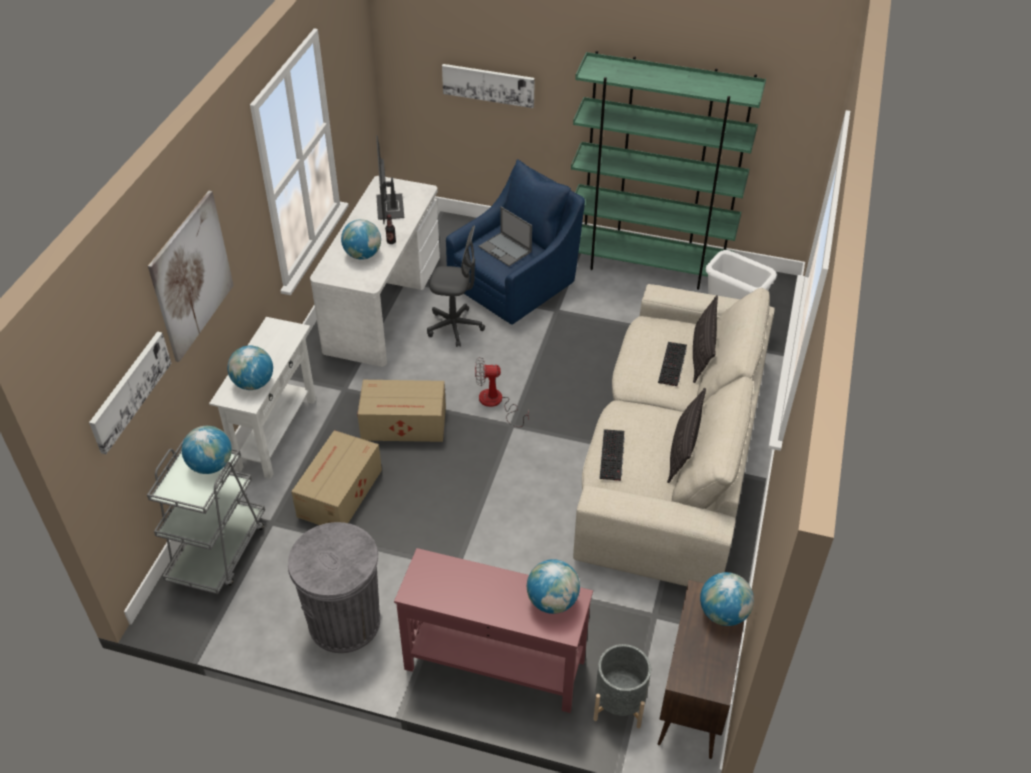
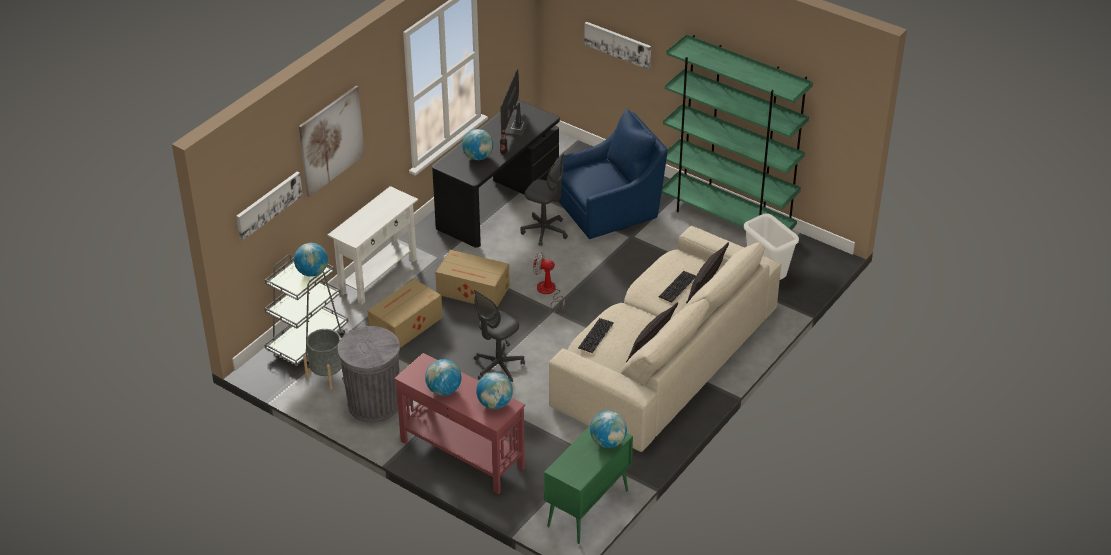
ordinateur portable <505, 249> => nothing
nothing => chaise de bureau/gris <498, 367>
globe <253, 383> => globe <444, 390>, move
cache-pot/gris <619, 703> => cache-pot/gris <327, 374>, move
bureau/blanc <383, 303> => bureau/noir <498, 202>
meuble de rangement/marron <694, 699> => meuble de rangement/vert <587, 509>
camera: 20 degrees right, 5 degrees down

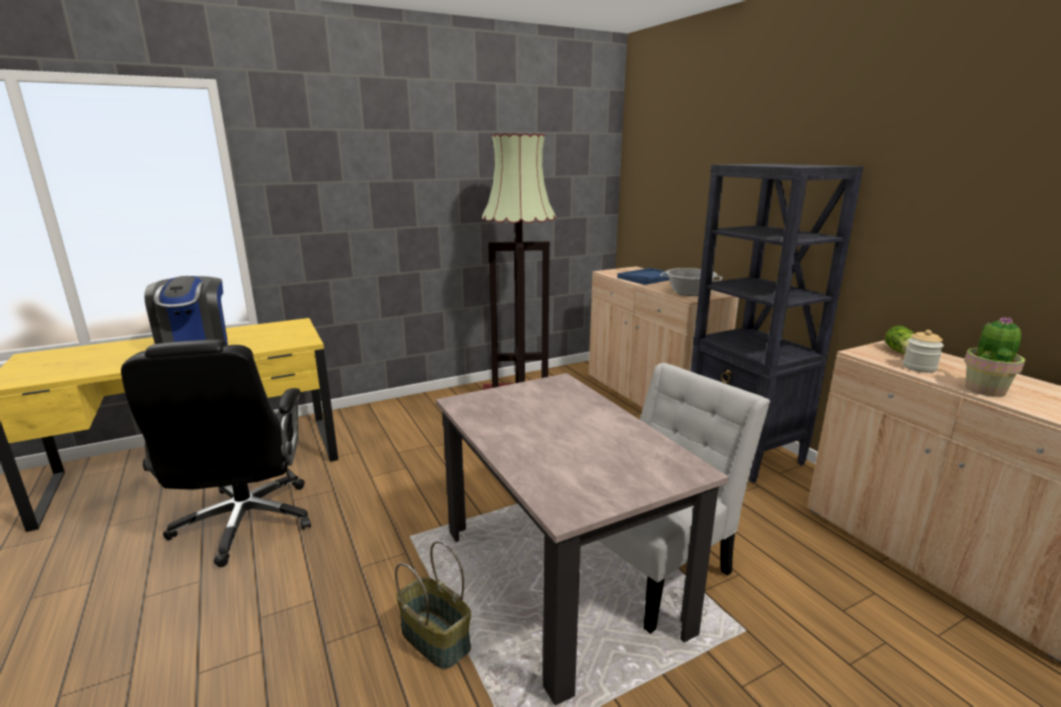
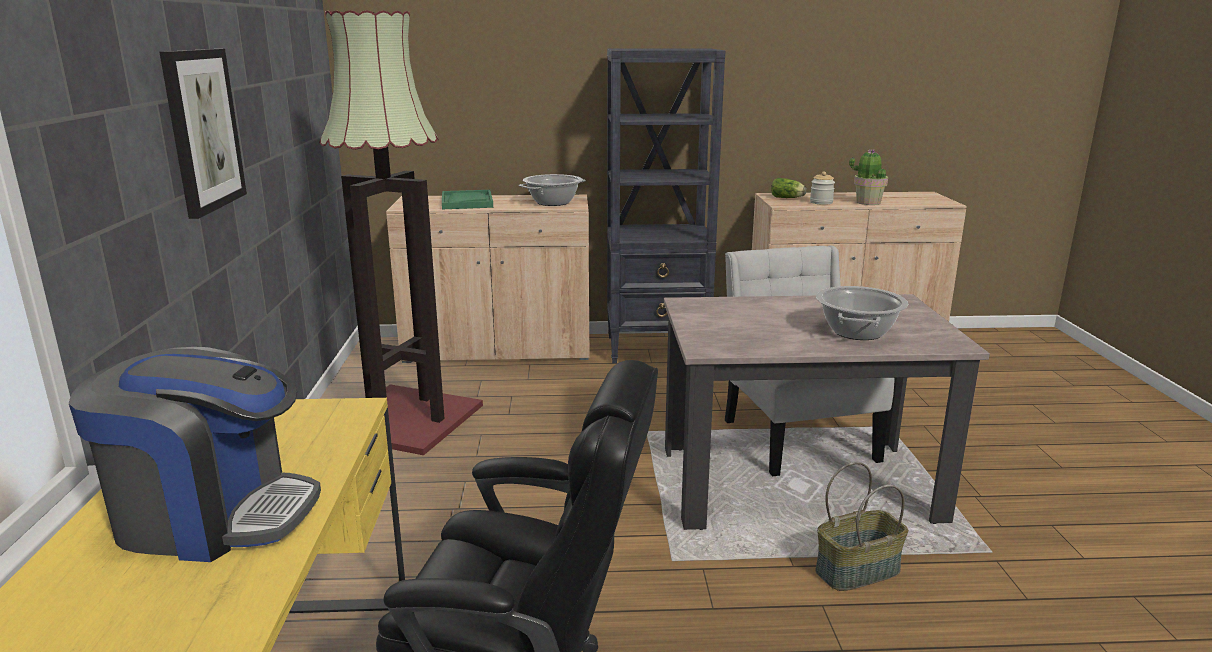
nothing => tableau <202, 130>
nothing => marmite <857, 332>
plateau/bleu <647, 278> => plateau/vert <467, 202>
camera: 65 degrees left, 0 degrees up

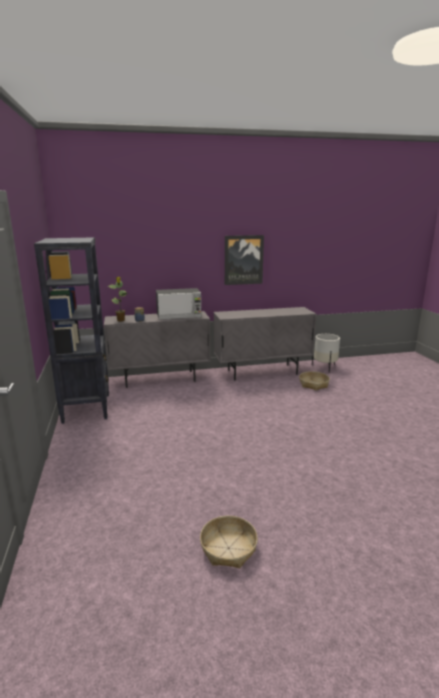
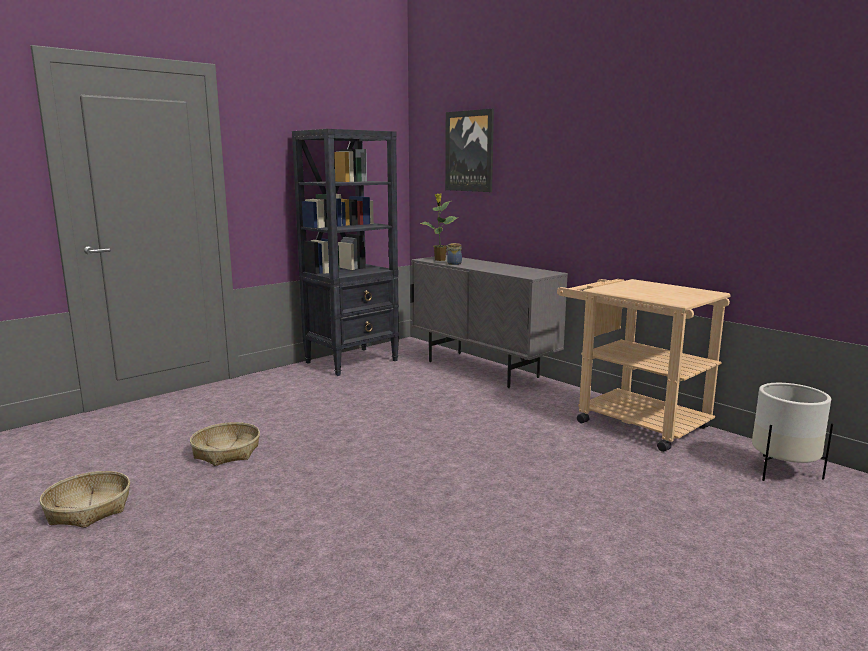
micro-ondes <179, 316> => nothing
tableau <243, 260> => tableau <470, 151>, move
panier <313, 384> => panier <227, 452>, move
meuble de rangement/gris <262, 372> => chariot/beige <631, 421>
camera: 60 degrees right, 5 degrees down

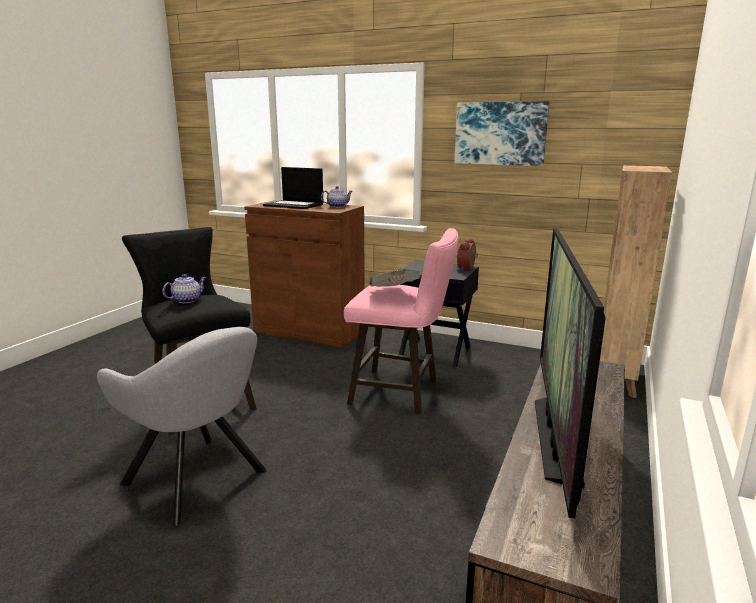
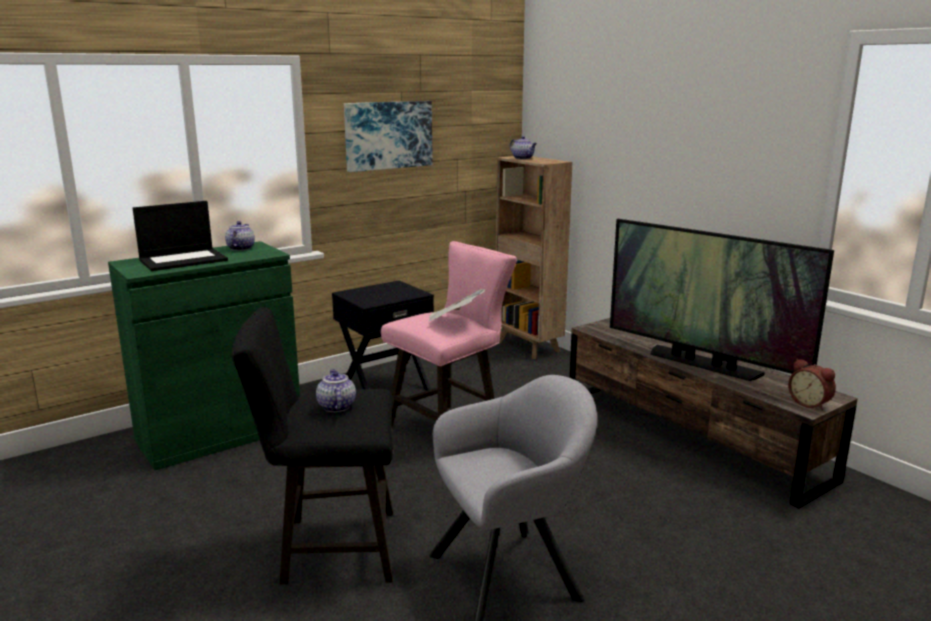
nothing => théière <523, 158>
réveil <467, 268> => réveil <810, 403>, move
meuble de rangement/marron <309, 331> => meuble de rangement/vert <220, 434>
camera: 60 degrees left, 0 degrees up

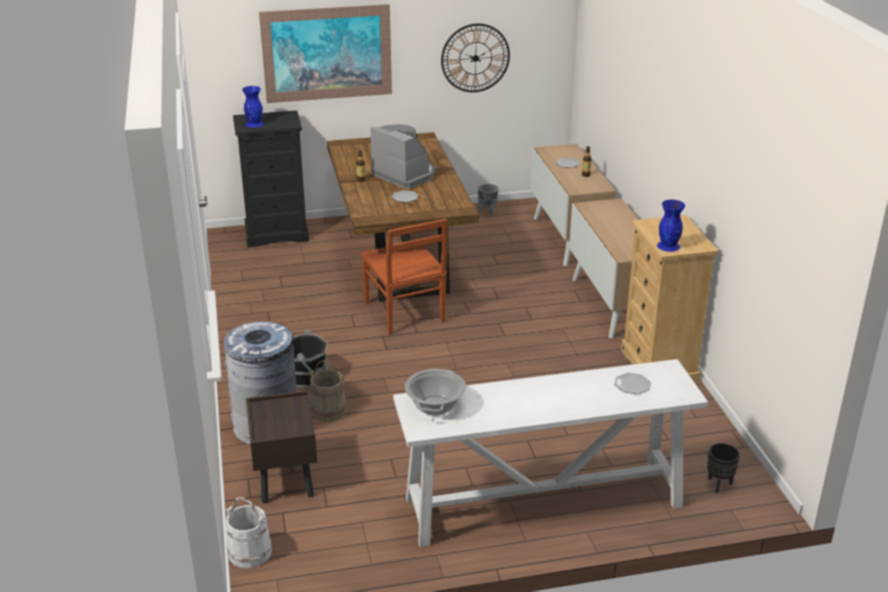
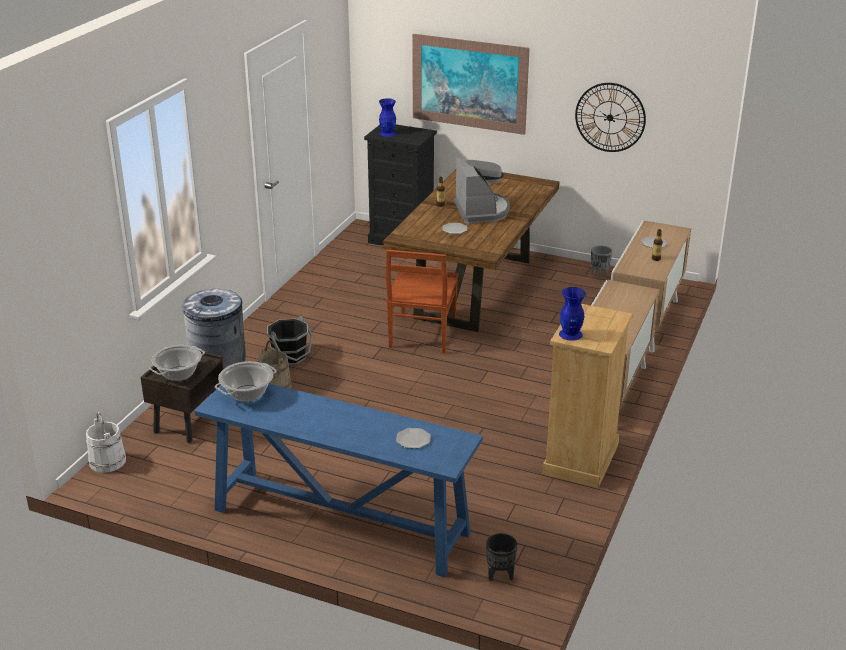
nothing => marmite <178, 374>
table console/blanc <542, 503> => table console/bleu <339, 521>
camera: 35 degrees right, 0 degrees up

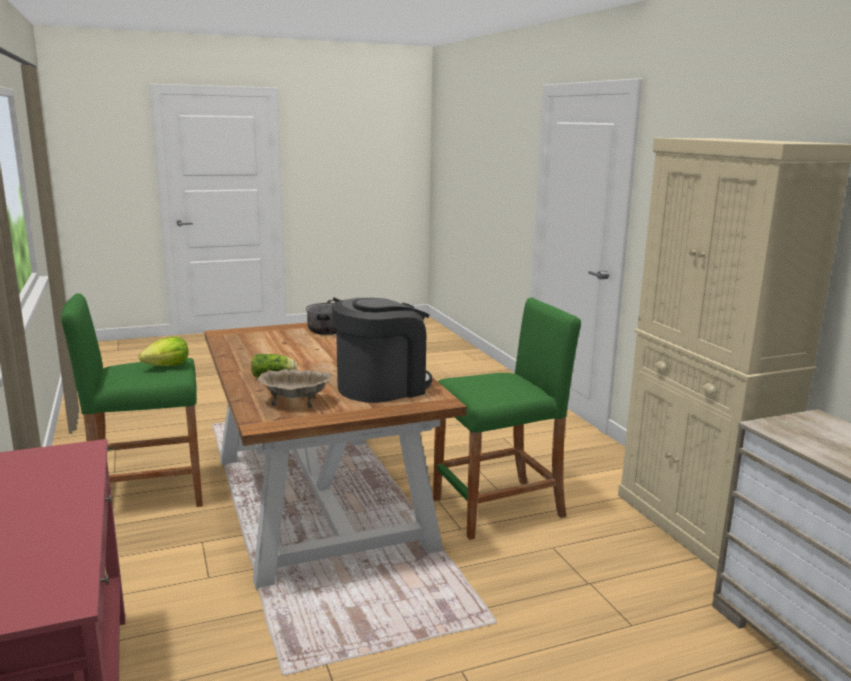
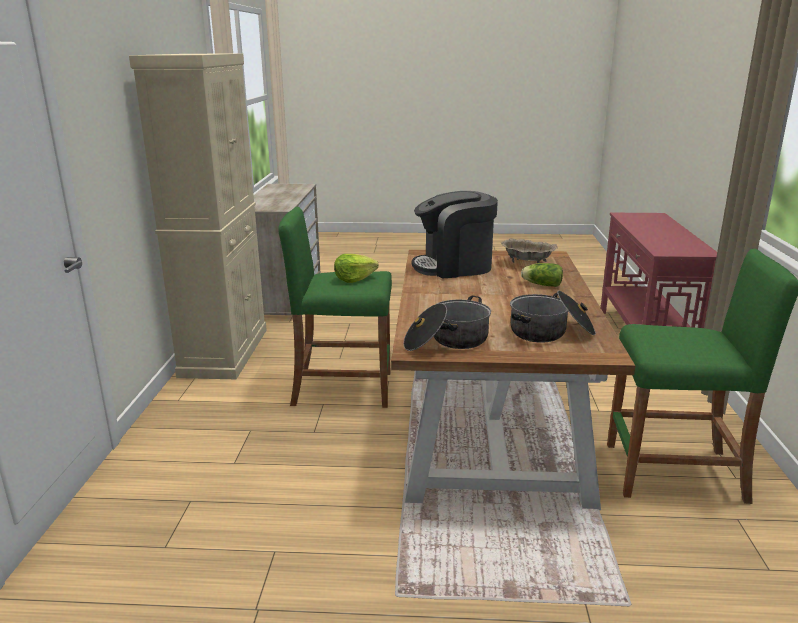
nothing => marmite <551, 332>
laitue <167, 366> => laitue <354, 279>, move
camera: 155 degrees left, 5 degrees up

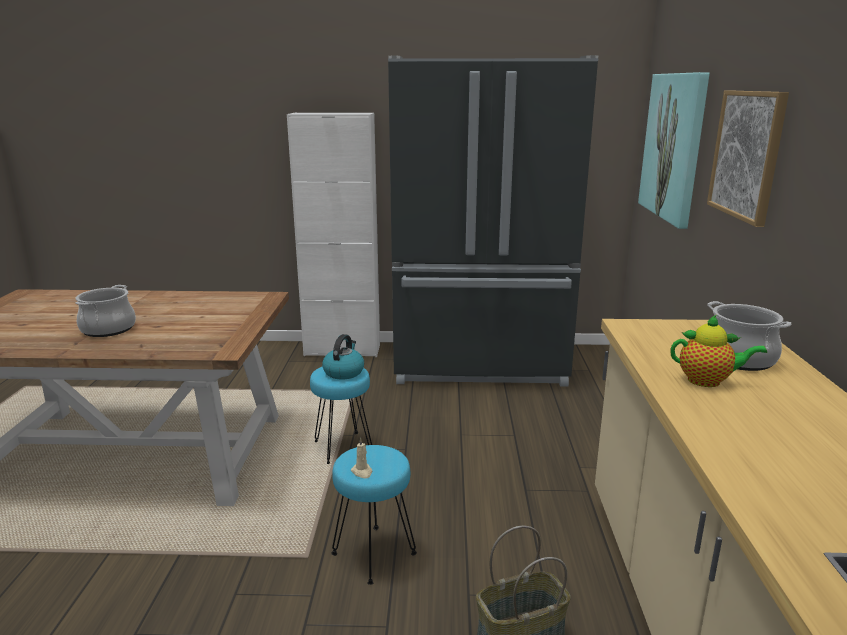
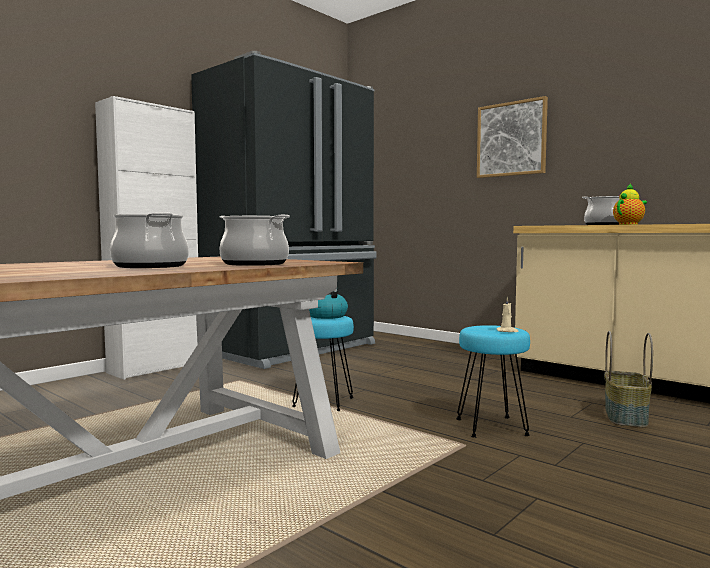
tableau <674, 146> => nothing
nothing => marmite <254, 264>
camera: 50 degrees left, 15 degrees down

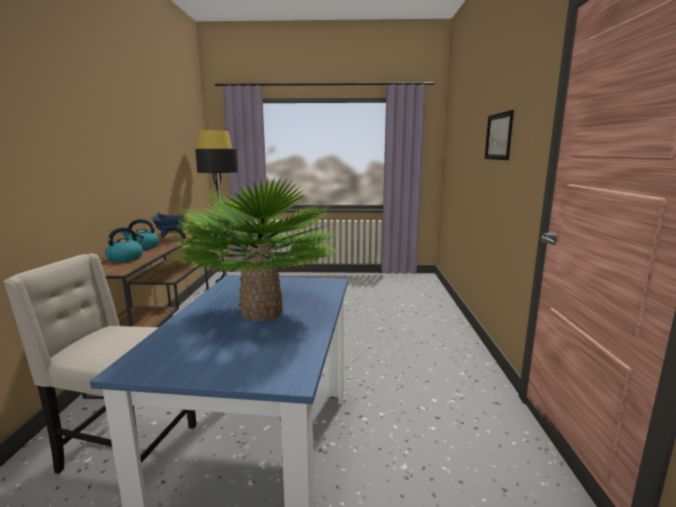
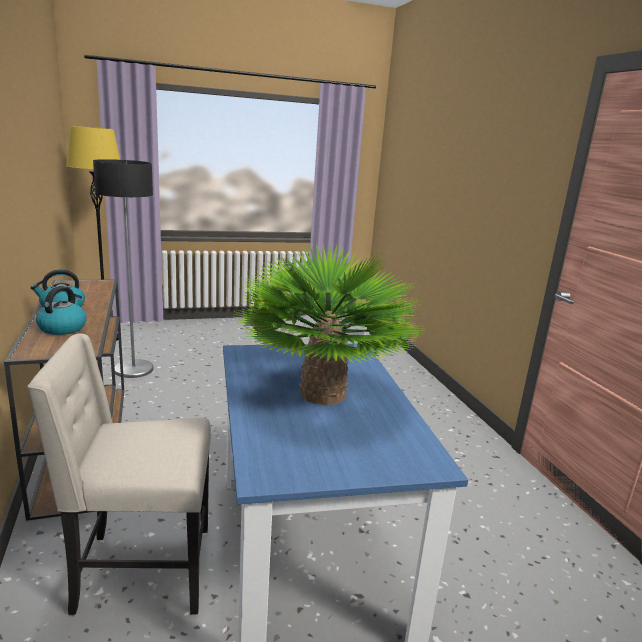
marmite/bleu <171, 239> => nothing
tableau <498, 136> => nothing
camera: 20 degrees left, 5 degrees up

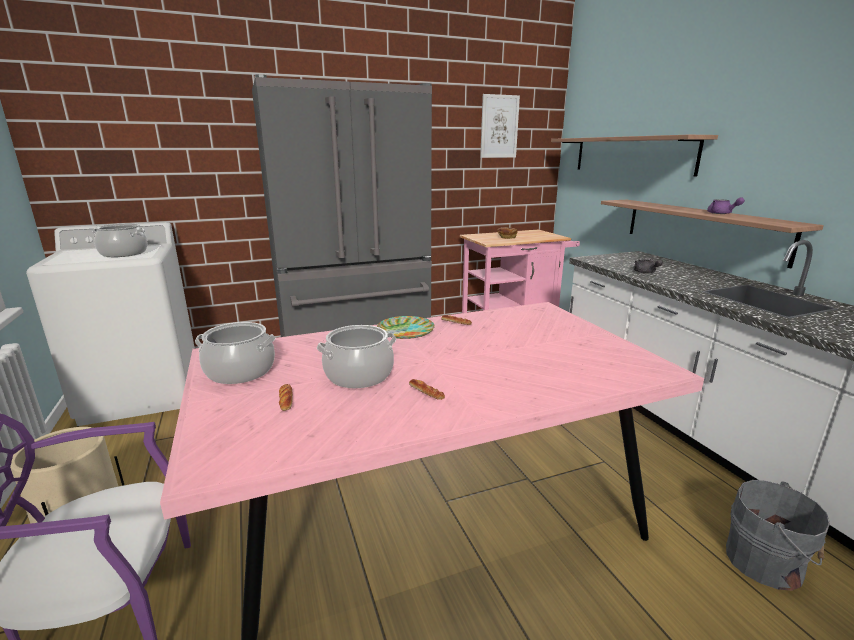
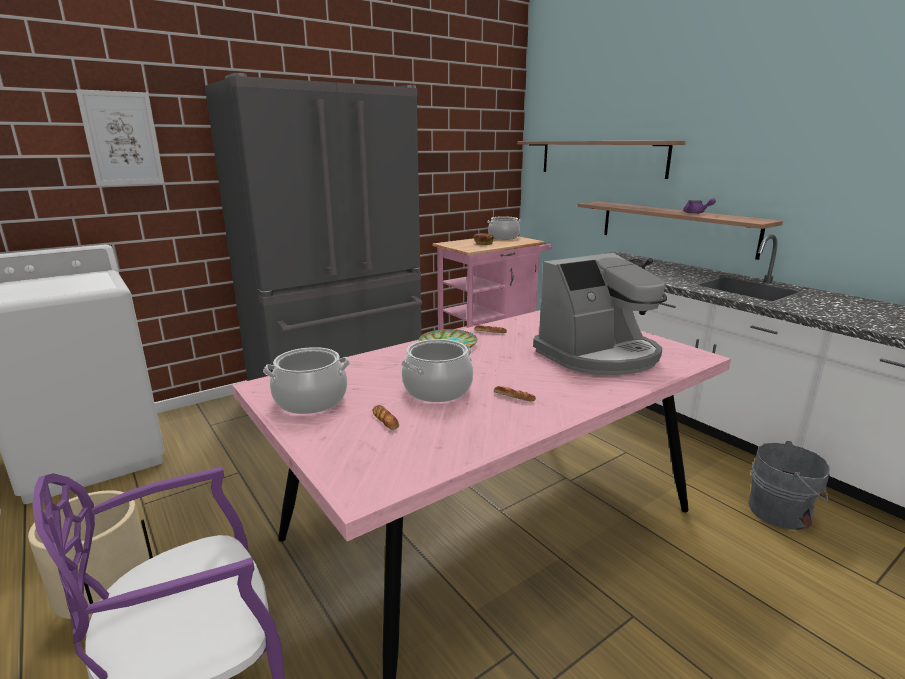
nothing => machine à café <599, 355>
marmite <124, 253> => marmite <503, 237>, move
tableau <499, 126> => tableau <122, 139>, move
camera: 15 degrees left, 0 degrees up

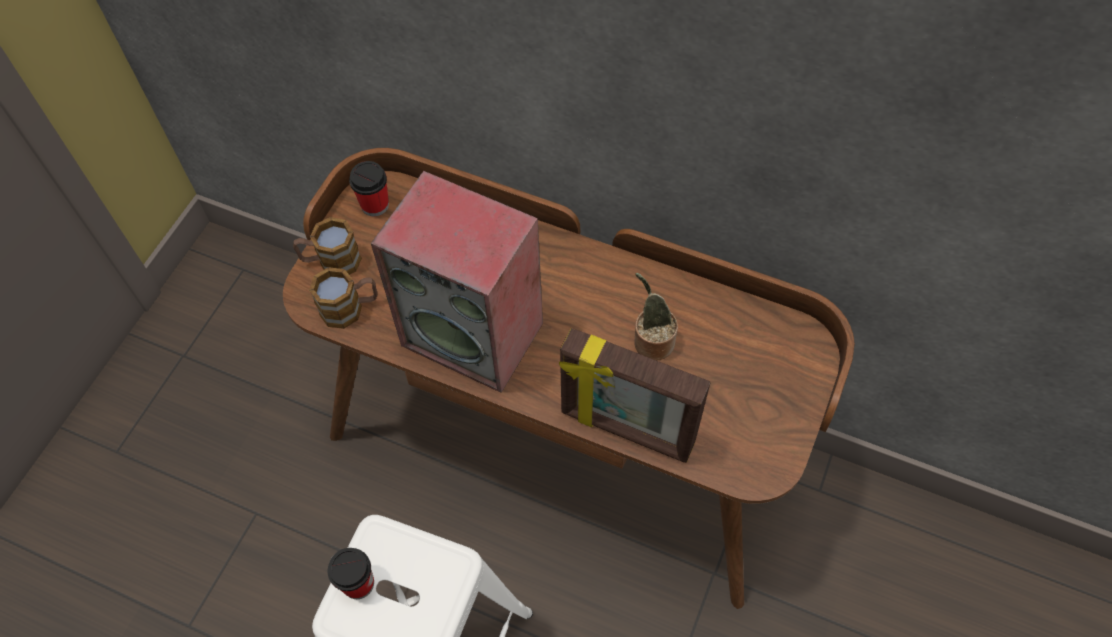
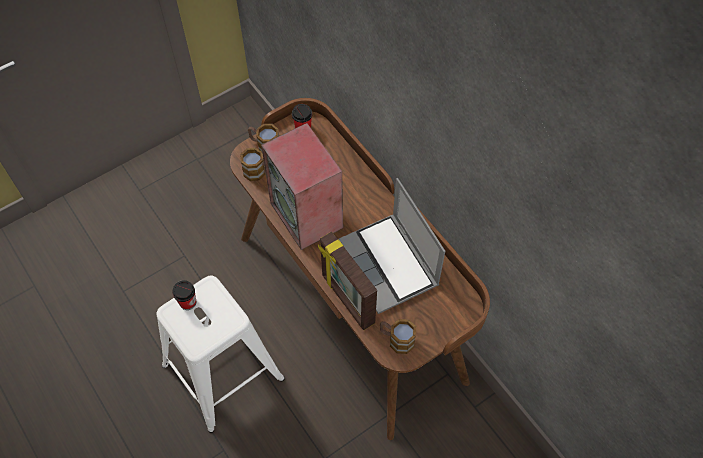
nothing => mug <396, 339>
plante en pot <651, 341> => ordinateur portable <389, 264>
camera: 30 degrees right, 0 degrees up

